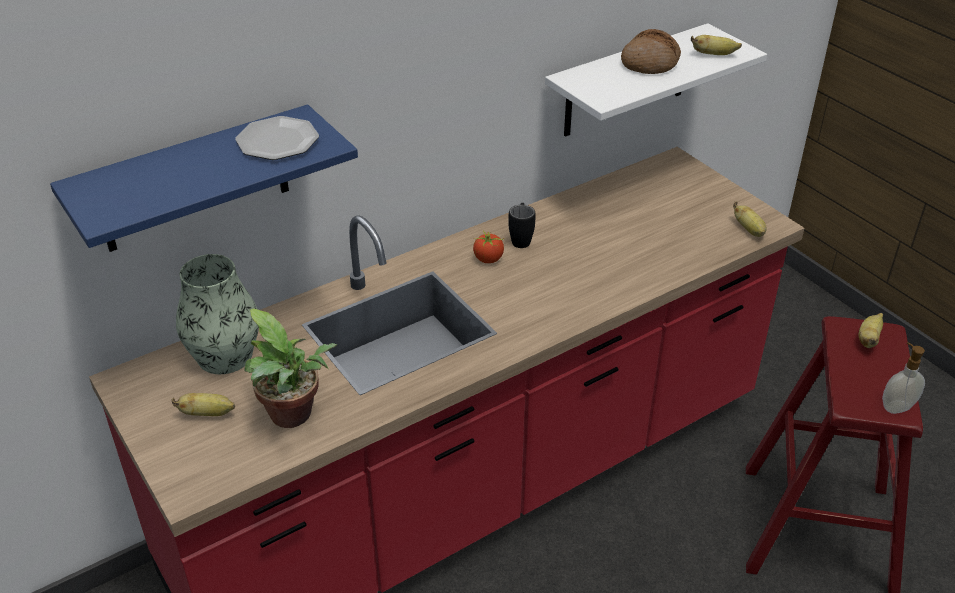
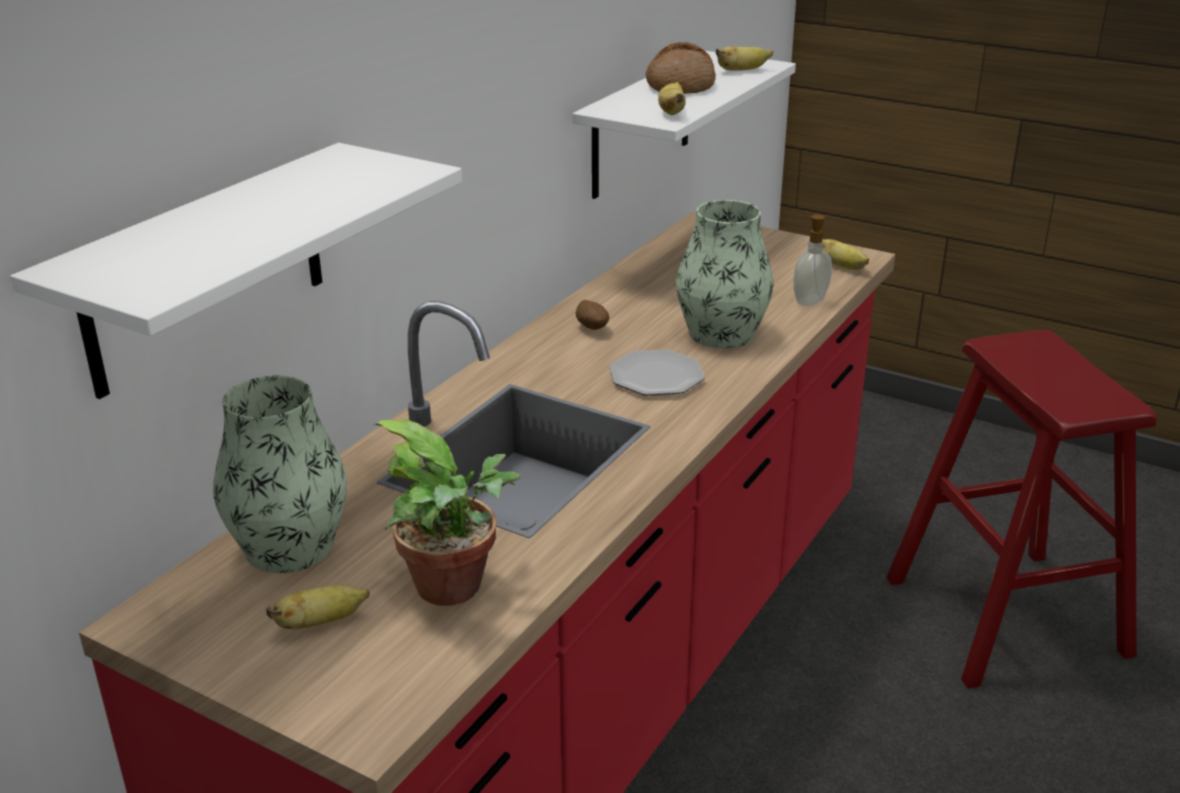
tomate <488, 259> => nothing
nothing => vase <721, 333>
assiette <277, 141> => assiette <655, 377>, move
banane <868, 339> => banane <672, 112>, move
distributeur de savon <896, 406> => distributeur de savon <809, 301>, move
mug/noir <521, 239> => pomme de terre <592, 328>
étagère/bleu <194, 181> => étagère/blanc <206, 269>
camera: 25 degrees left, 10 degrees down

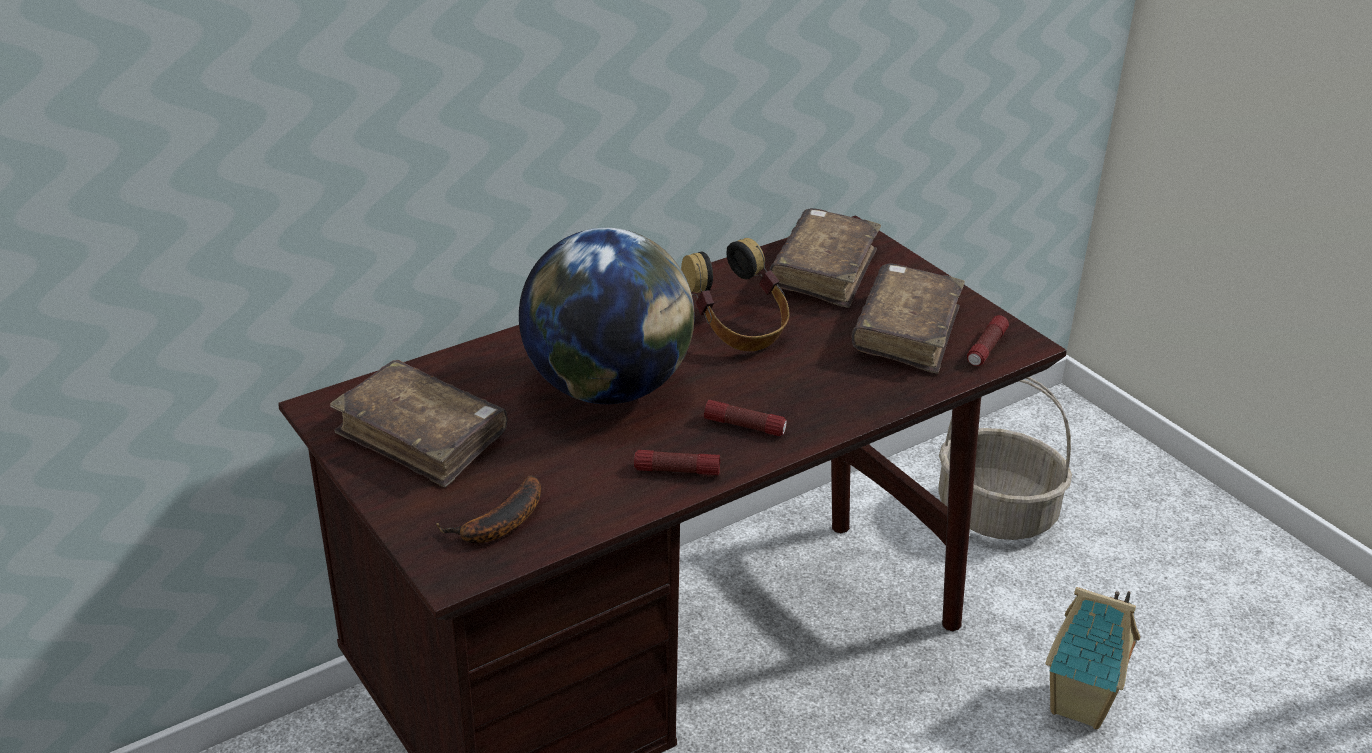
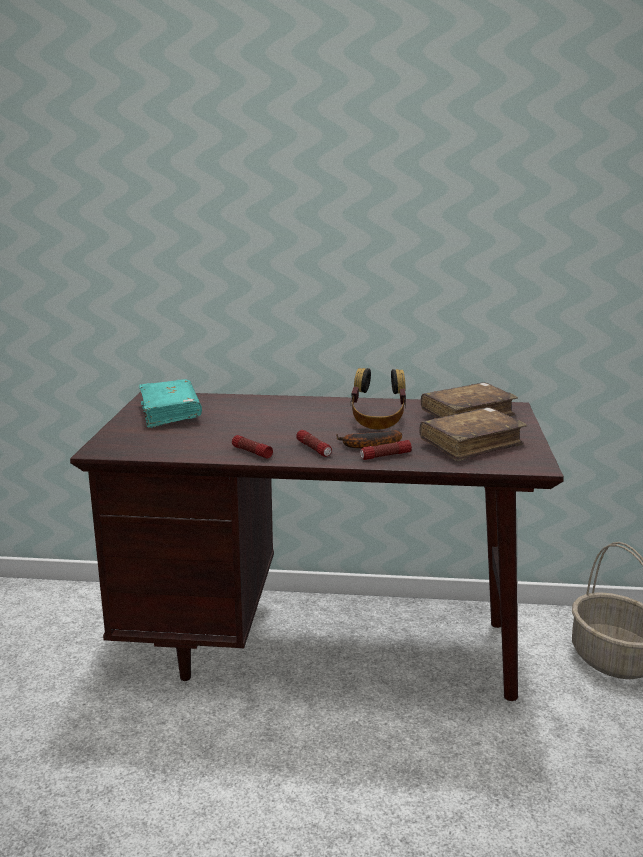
globe <608, 388> => nothing
maison miniature <1081, 706> => nothing
banane <499, 525> => banane <367, 446>, move
lampe de poche <986, 349> => lampe de poche <385, 456>, move
livre/marron <422, 437> => livre/turquoise <170, 413>
camera: 40 degrees right, 15 degrees down

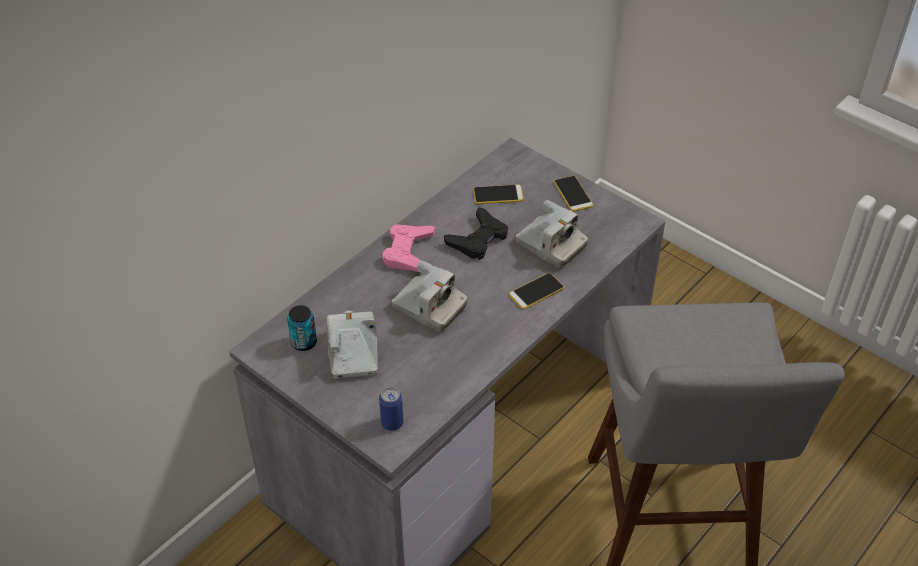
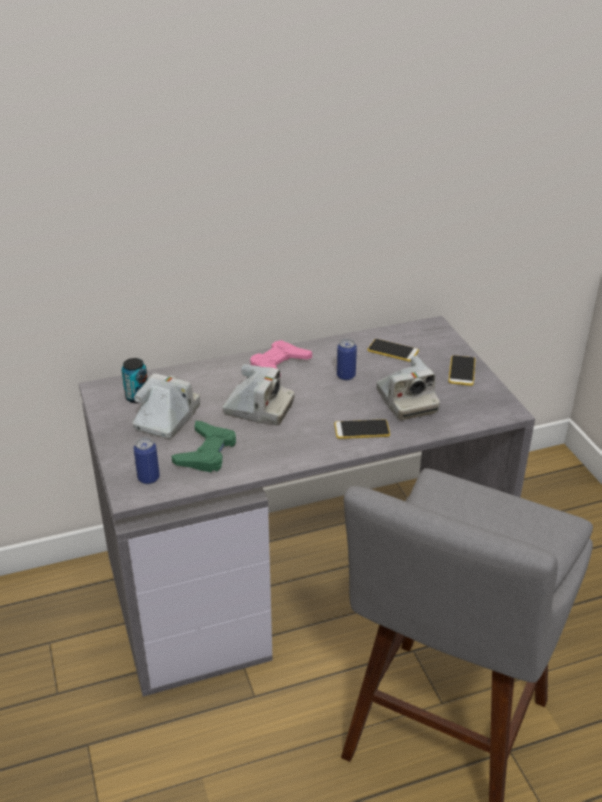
nothing => manette/vert <206, 452>
manette/noir <478, 239> => boîte métallique <346, 376>
appareil photo <429, 308> => appareil photo <258, 409>, 45 degrees counterclockwise
camera: 30 degrees right, 10 degrees down

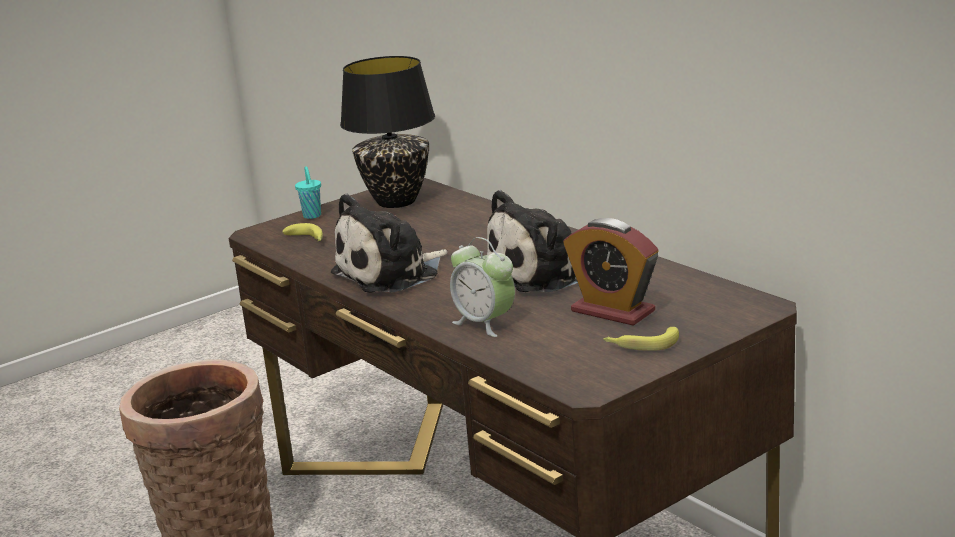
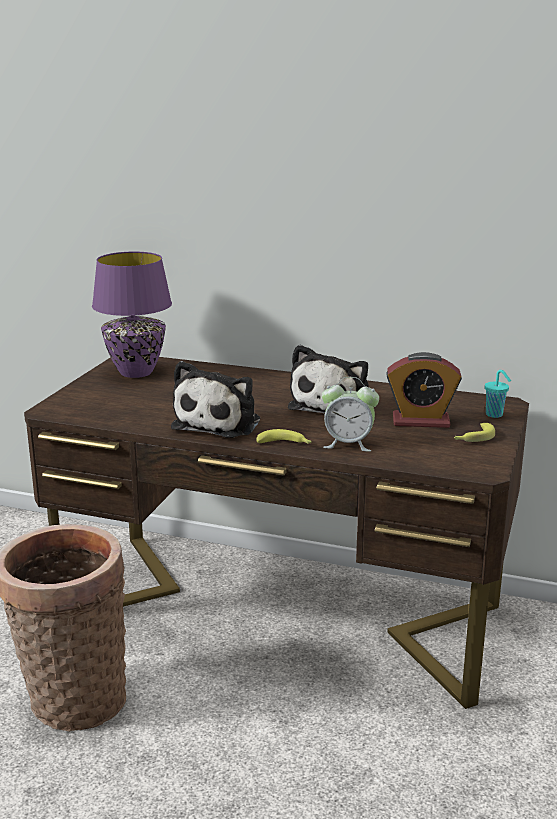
banane <307, 240> => banane <285, 444>, move
tasse/turquoise <312, 216> => tasse/turquoise <495, 415>, move
lampe de table/noir <397, 202> => lampe de table/violet <137, 372>
camera: 35 degrees left, 0 degrees up

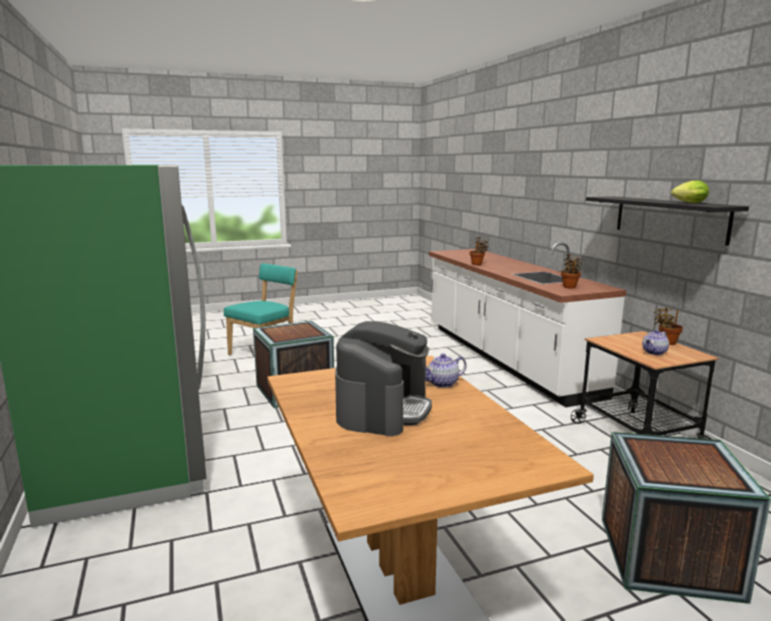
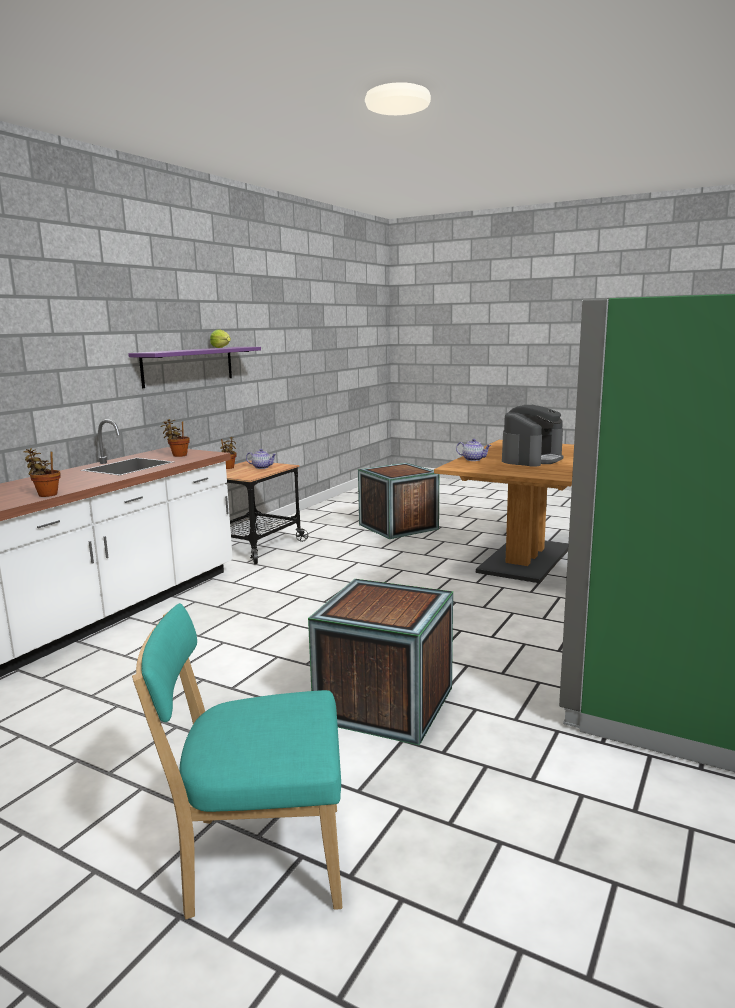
étagère/noir <669, 218> => étagère/violet <188, 366>
machine à café <383, 409> => machine à café <532, 459>, 150 degrees clockwise
camera: 130 degrees left, 0 degrees up

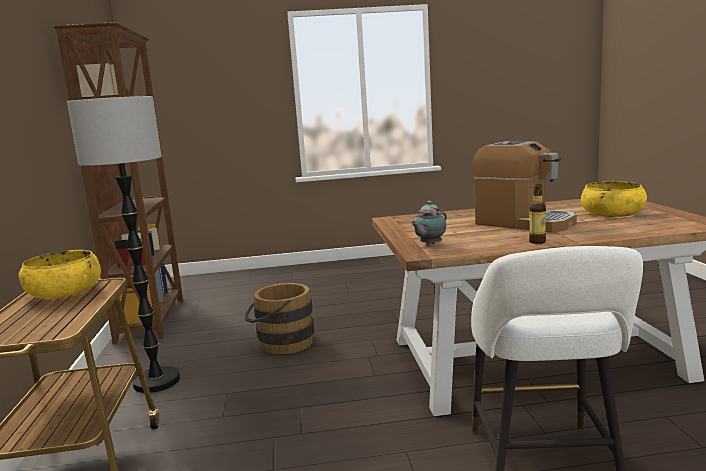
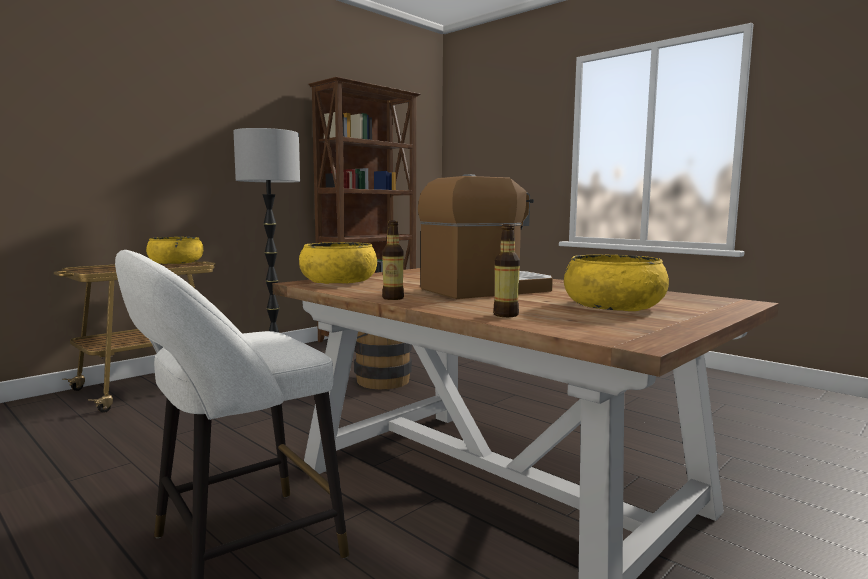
nothing => bouteille <505, 315>
théière <429, 245> => bol/jaune <339, 281>
machine à café <524, 223> => machine à café <486, 290>, 120 degrees counterclockwise
camera: 50 degrees right, 5 degrees down

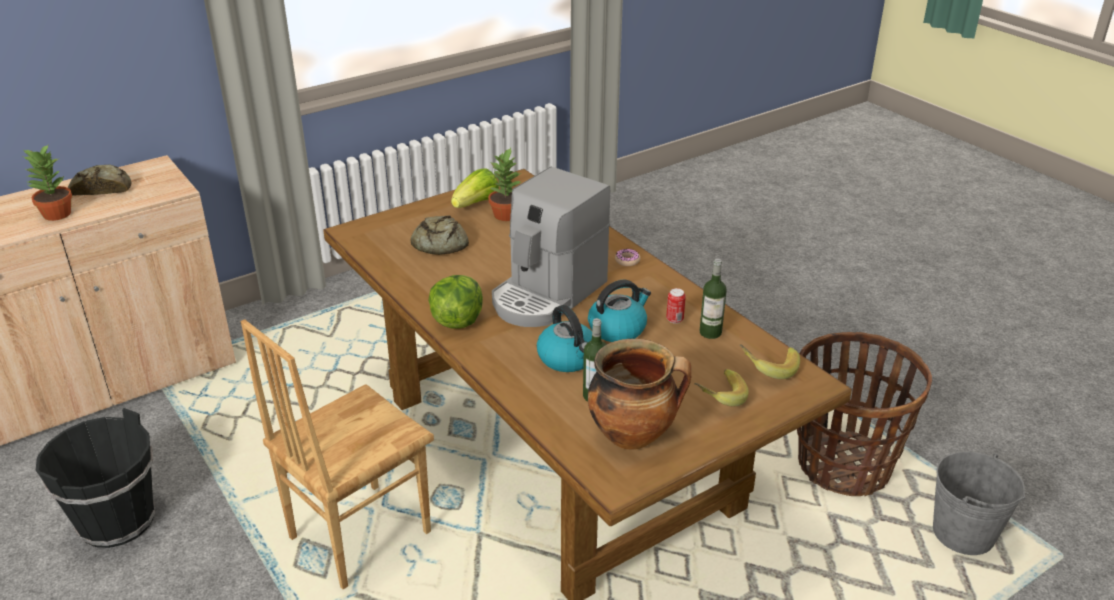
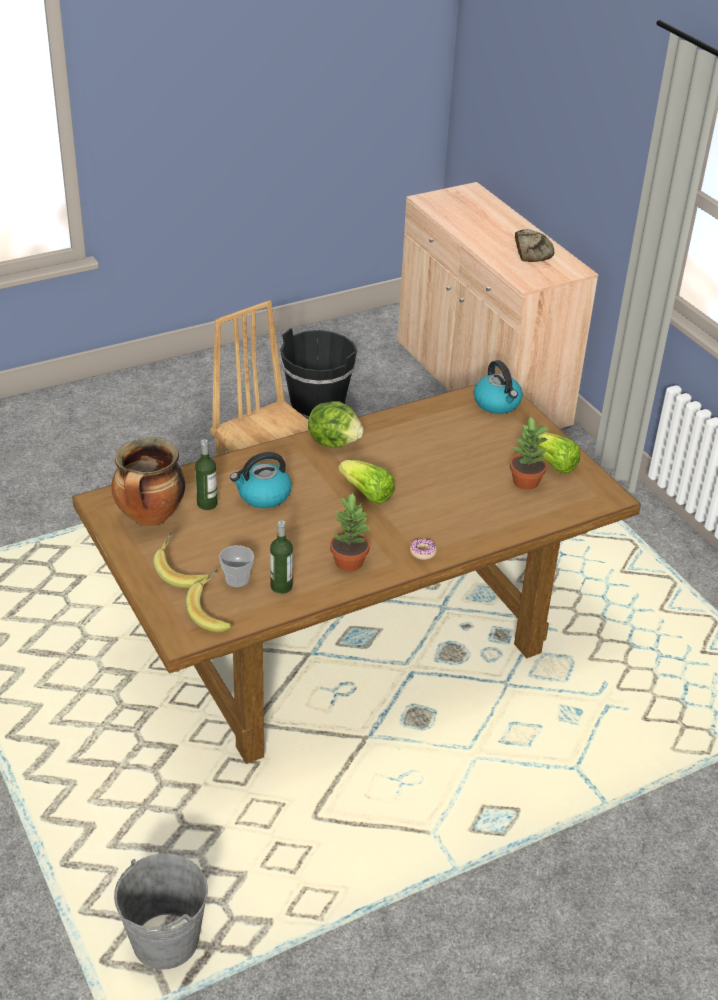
pain <439, 243> => nothing
boîte métallique <674, 319> => nothing
panier <843, 465> => nothing
nothing => tasse <237, 579>
plante en pot <56, 214> => plante en pot <348, 561>, move
bouilloire <618, 328> => bouilloire <497, 403>, move
machine à café <547, 295> => laitue <366, 494>
camera: 95 degrees right, 5 degrees up

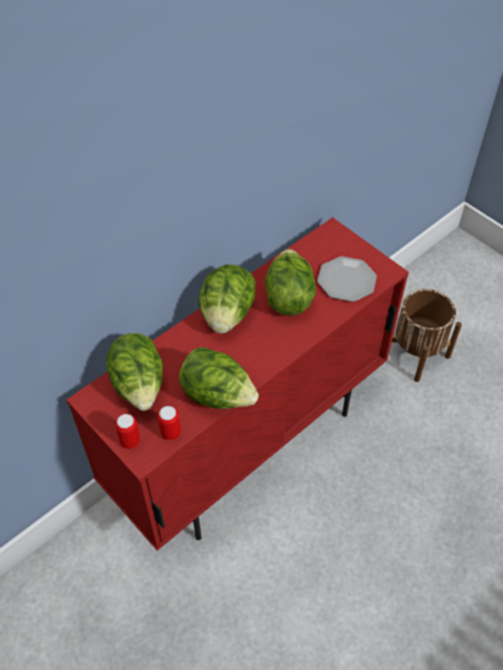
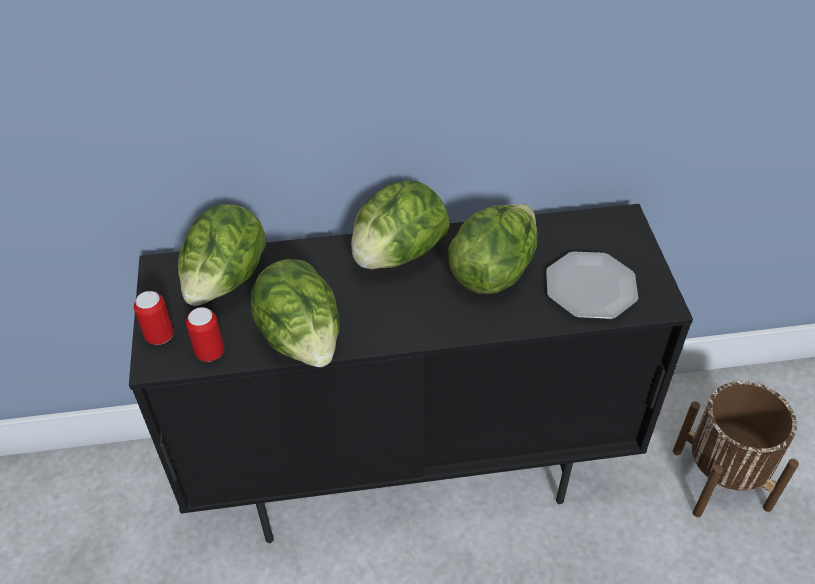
meuble de rangement/rouge <249, 447> => meuble de rangement/noir <410, 470>
camera: 35 degrees right, 5 degrees down

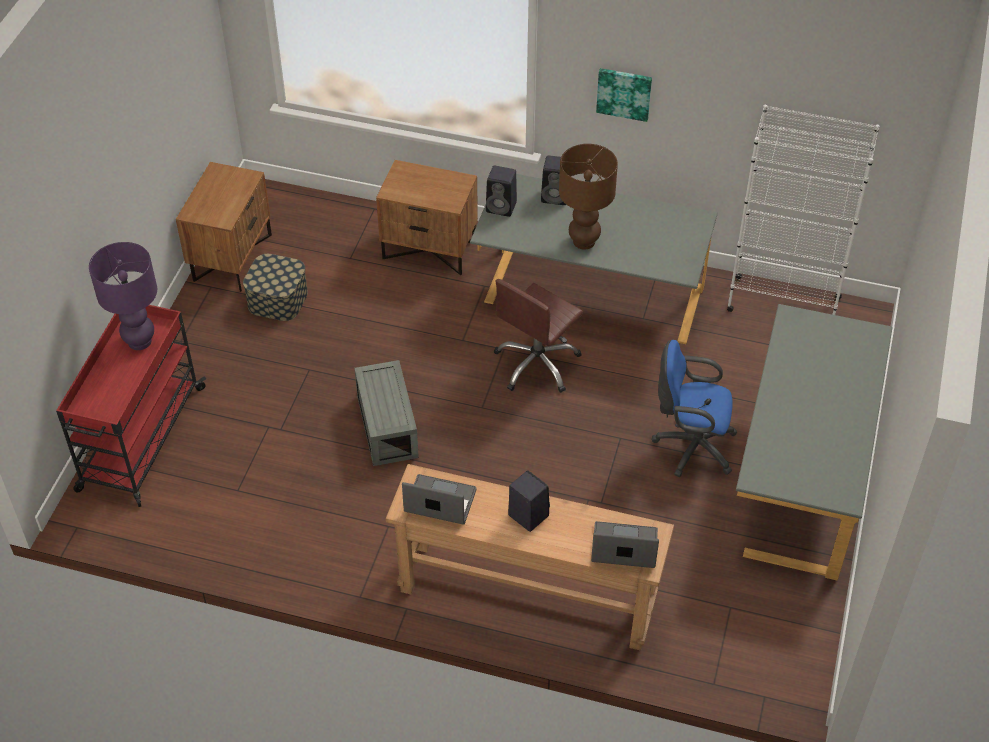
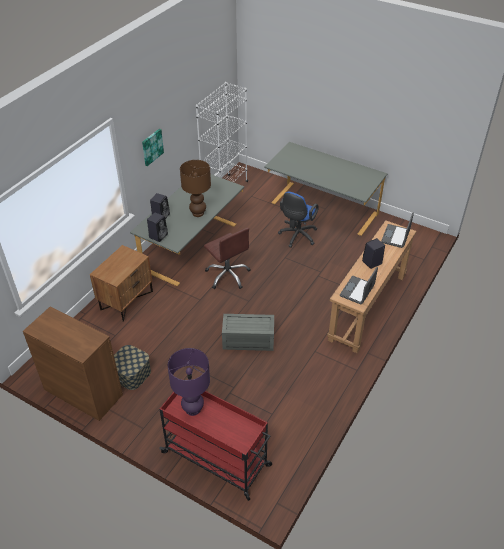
table de chevet/marron <231, 257> => meuble de rangement/marron <83, 392>
camera: 75 degrees left, 5 degrees down

